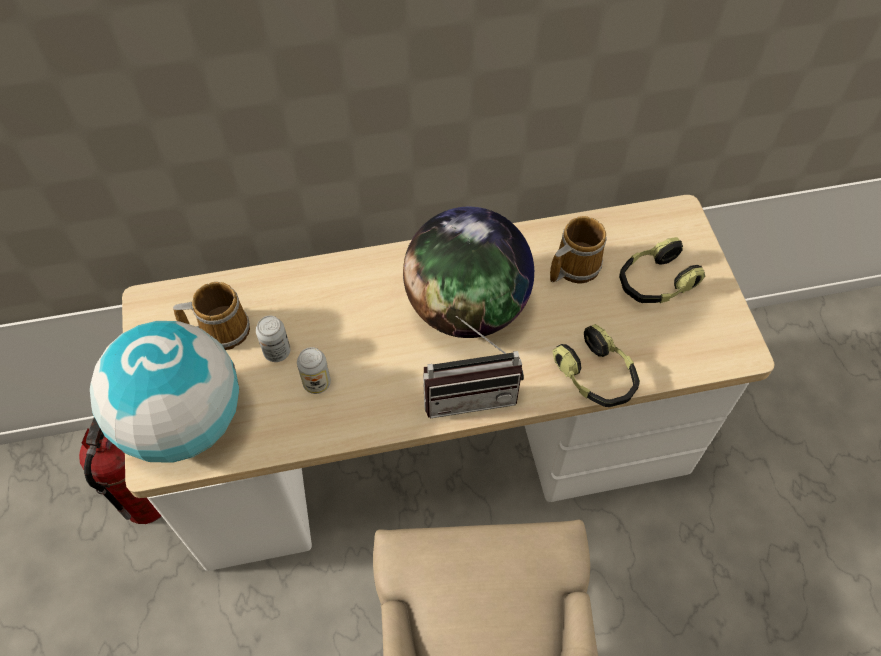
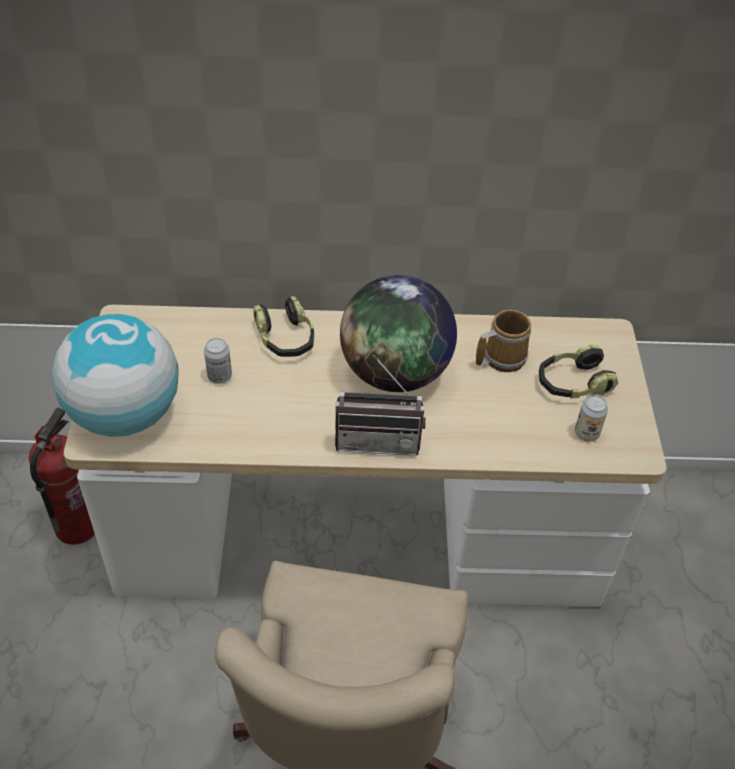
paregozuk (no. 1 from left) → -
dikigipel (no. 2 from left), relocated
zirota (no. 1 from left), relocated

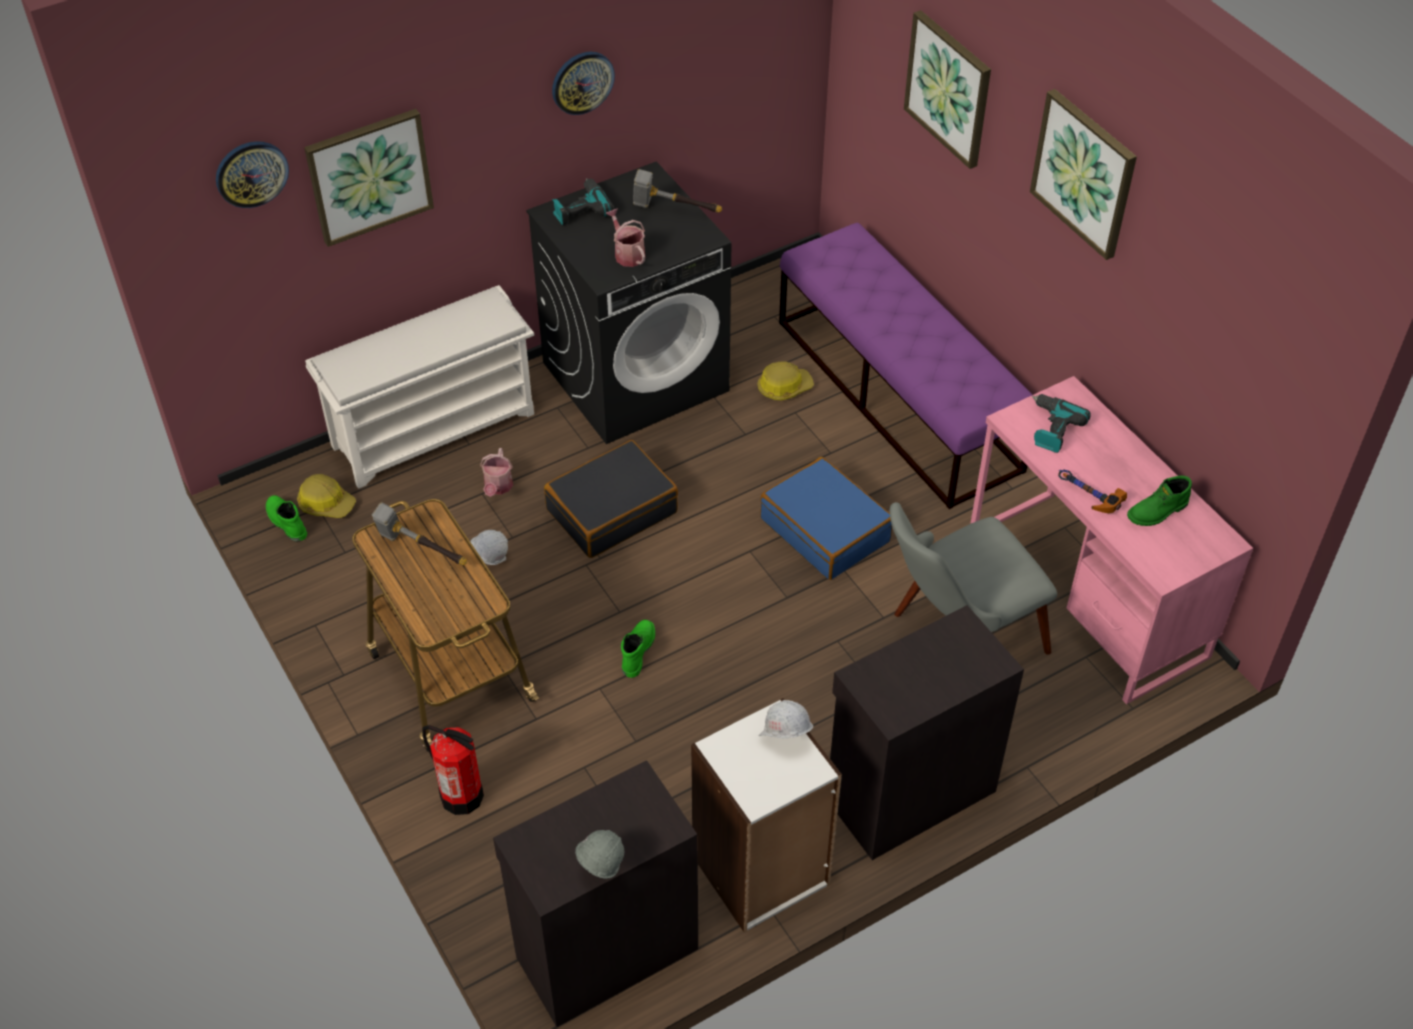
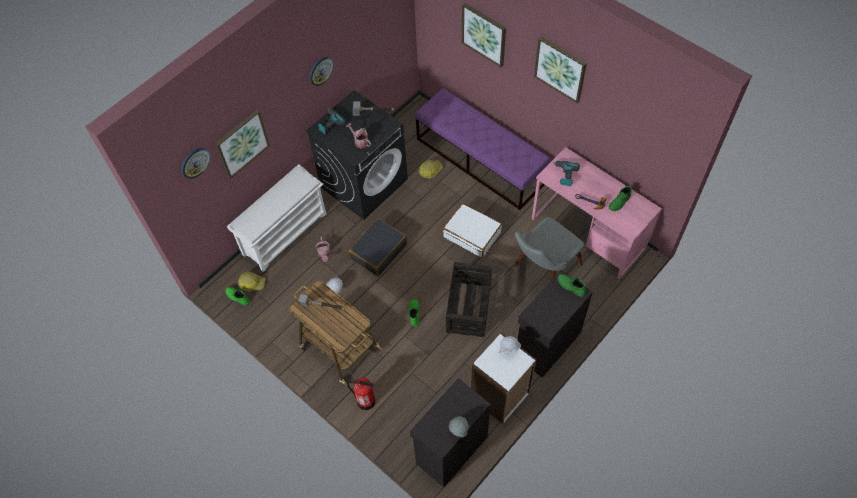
- → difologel
- → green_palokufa (no. 3 from left)
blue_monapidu → white_monapidu

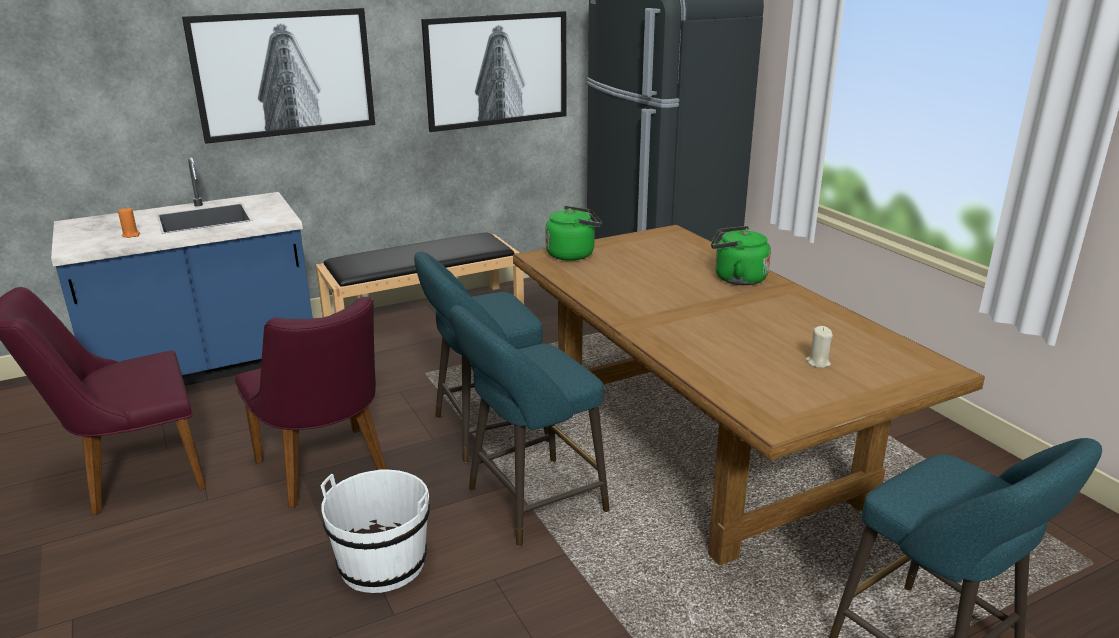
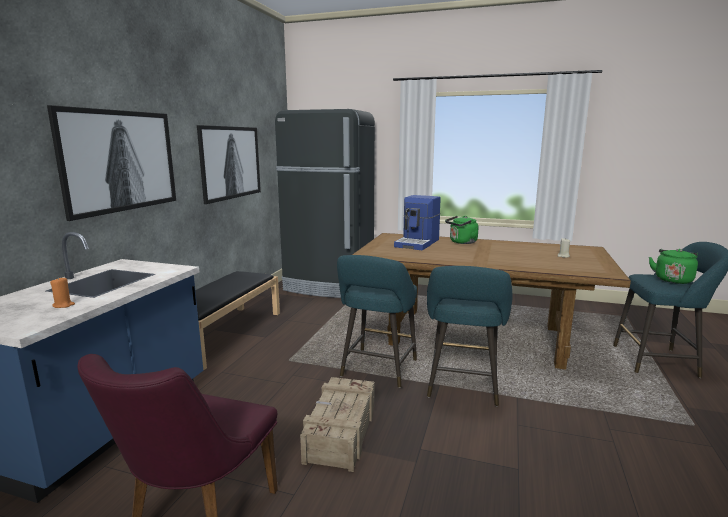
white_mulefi → -
- → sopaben
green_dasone (no. 1 from left in the first image) → green_dasone (no. 2 from left), relocated
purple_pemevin (no. 2 from left) → difologel

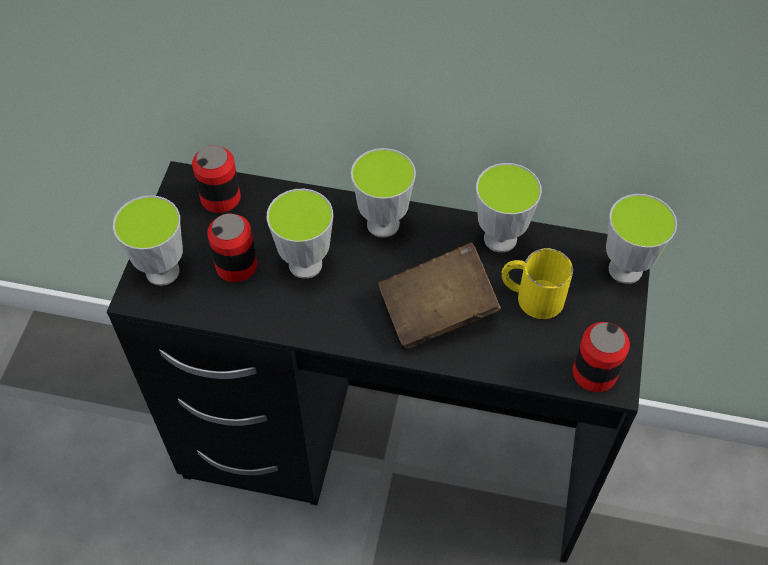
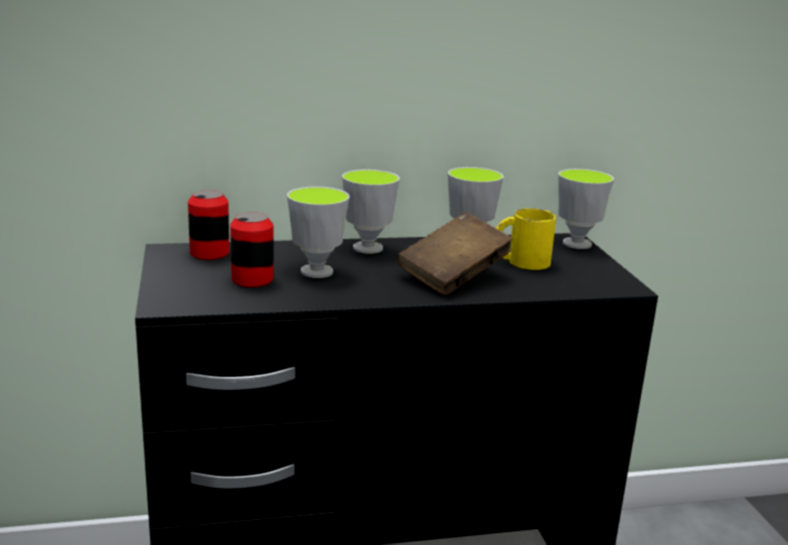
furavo (no. 1 from left) → -
dikigipel (no. 3 from left) → -

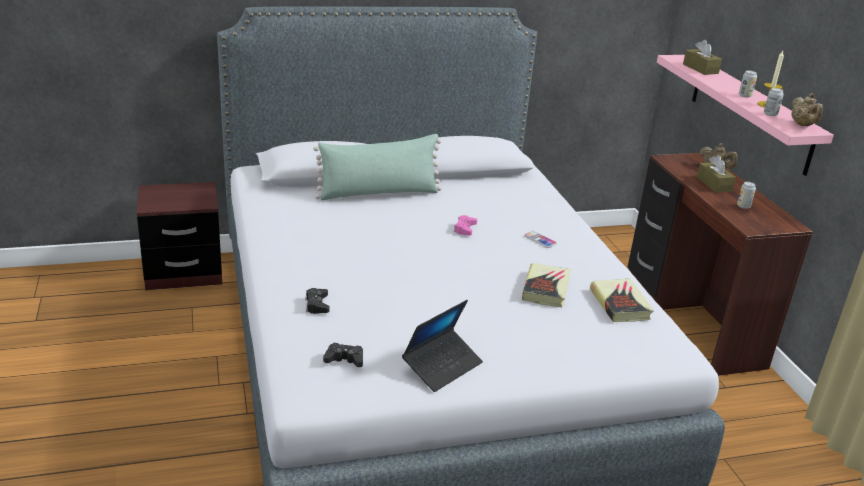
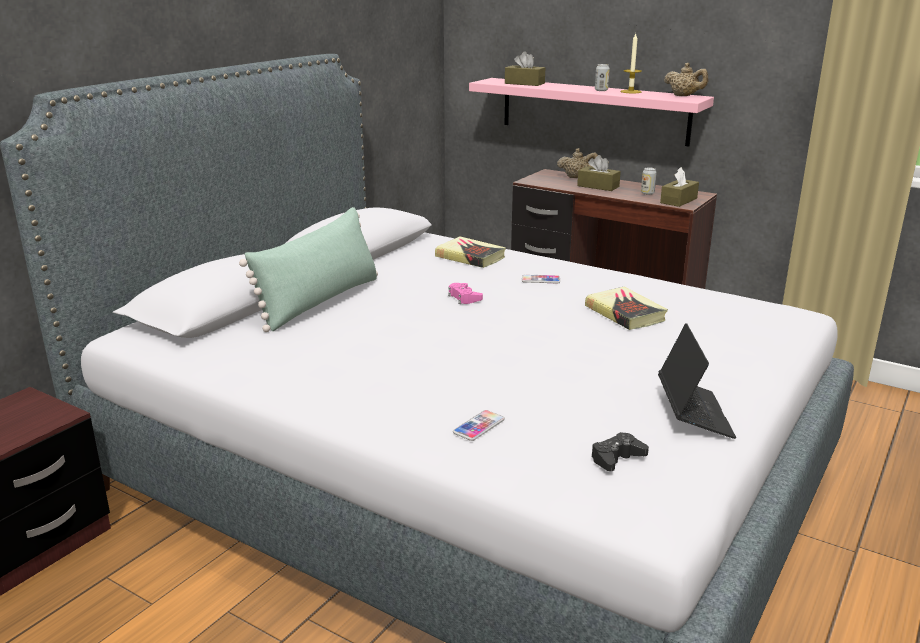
dikigipel (no. 3 from left) → -
- → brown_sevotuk (no. 3 from left)
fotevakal (no. 2 from left in the first image) → fotevakal (no. 1 from left), relocated
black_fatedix (no. 1 from left) → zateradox (no. 1 from left)

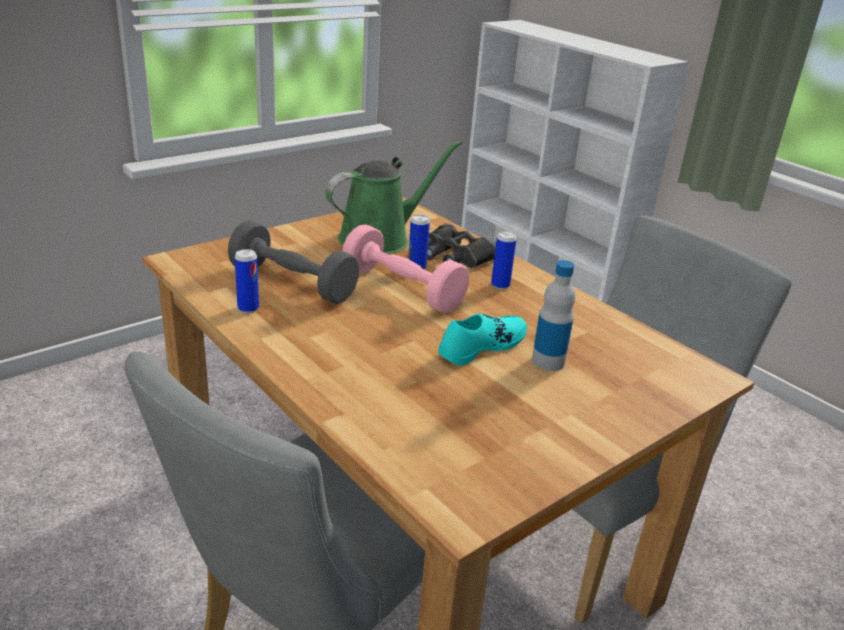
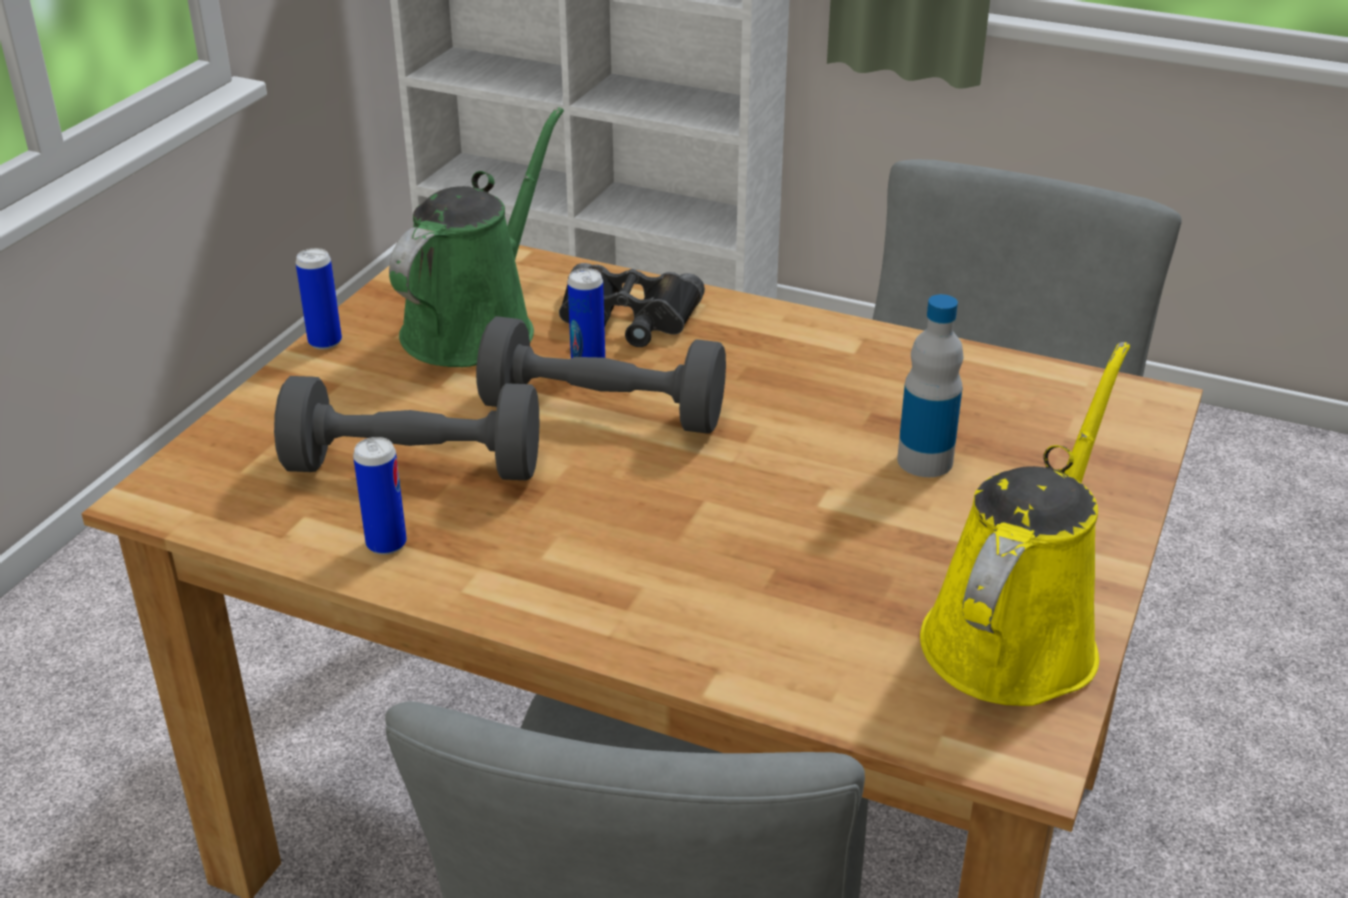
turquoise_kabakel → -
- → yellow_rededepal
dikigipel (no. 3 from left in the first image) → dikigipel (no. 1 from left), relocated
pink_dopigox → grey_dopigox (no. 2 from left)

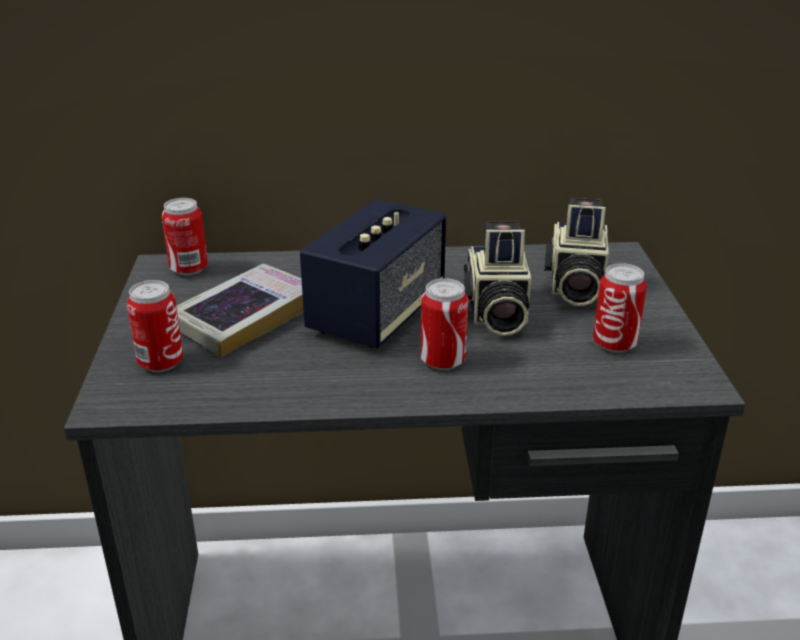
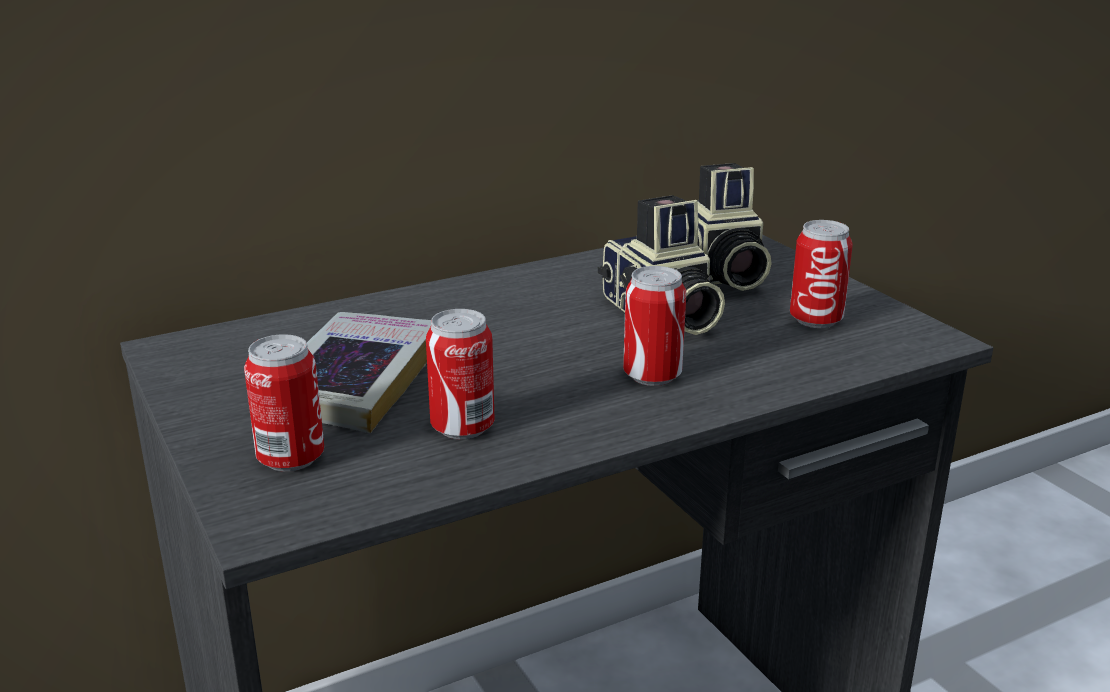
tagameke → -
dikigipel (no. 2 from left), relocated

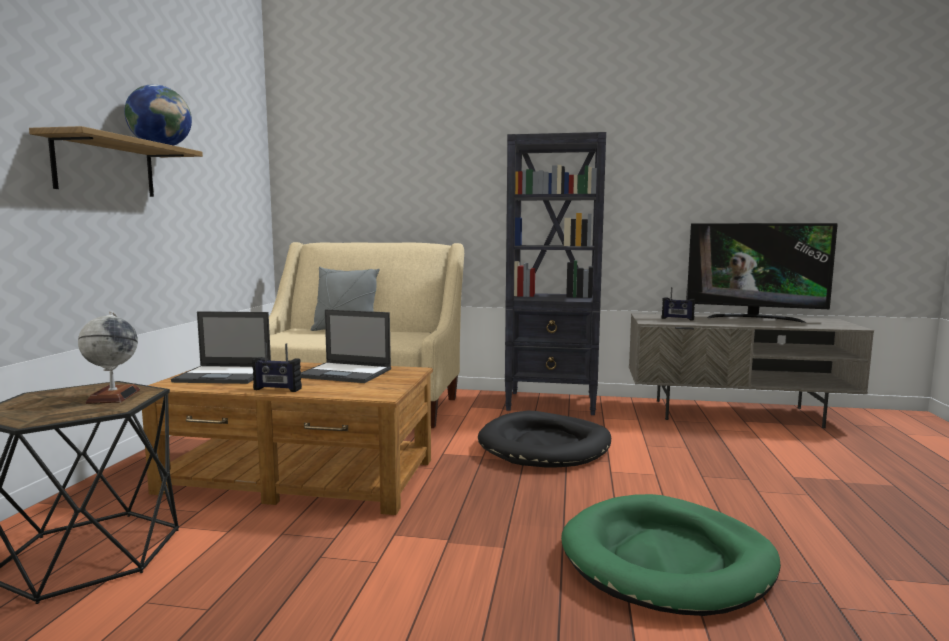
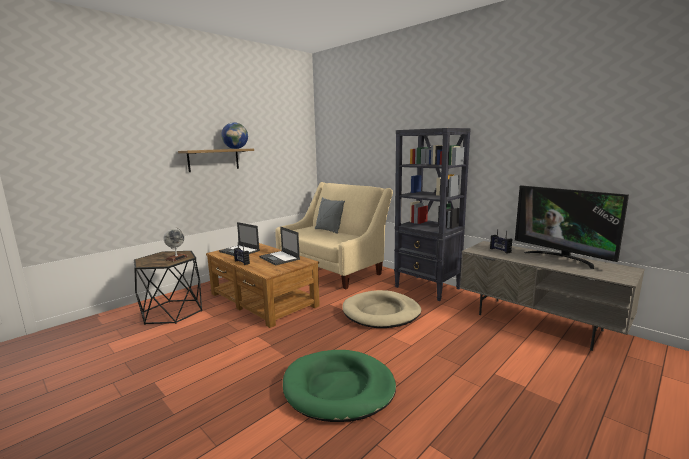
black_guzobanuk → beige_guzobanuk

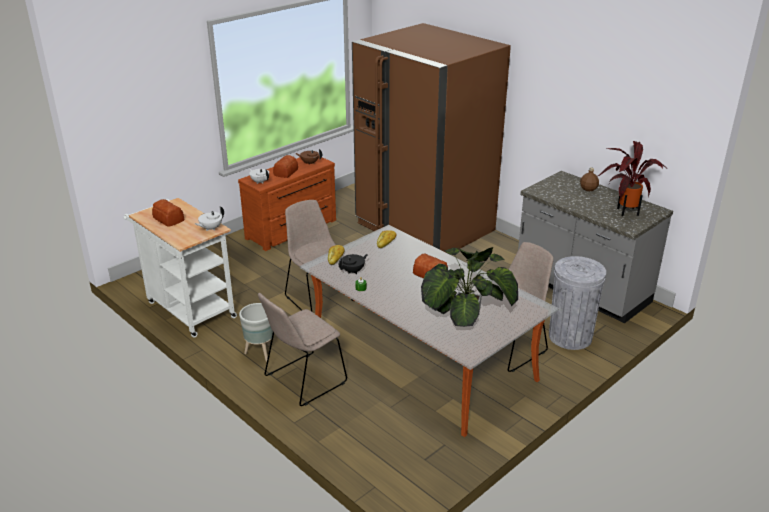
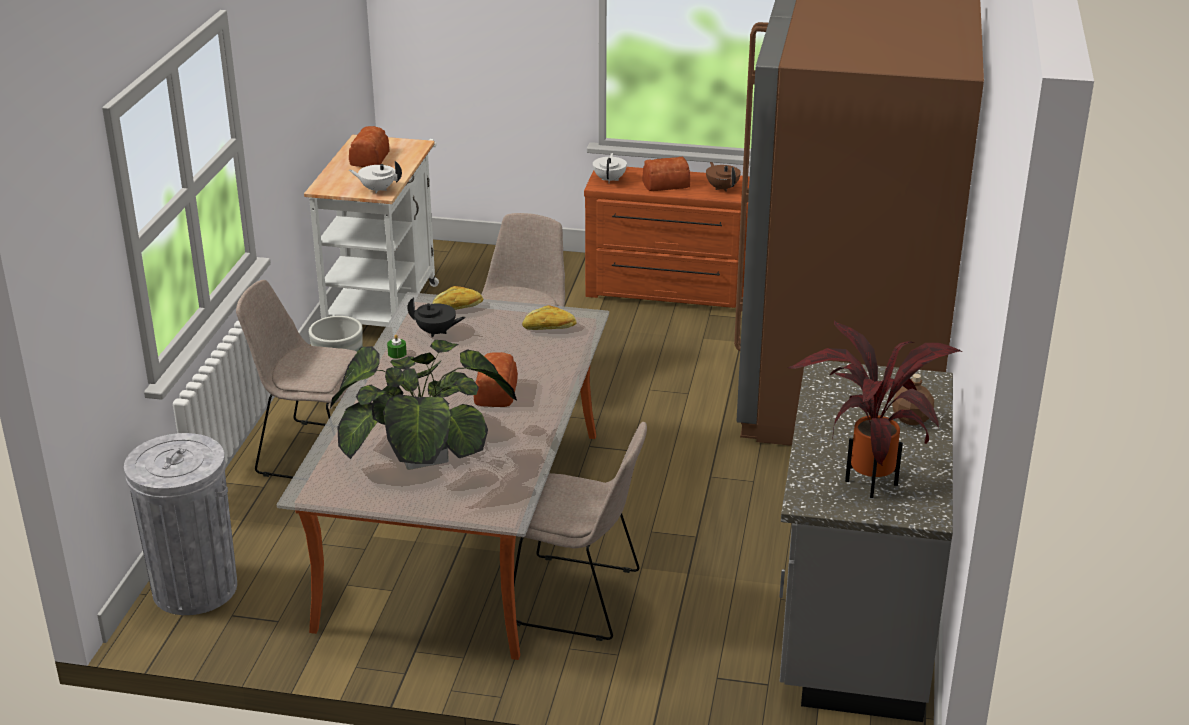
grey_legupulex, relocated

